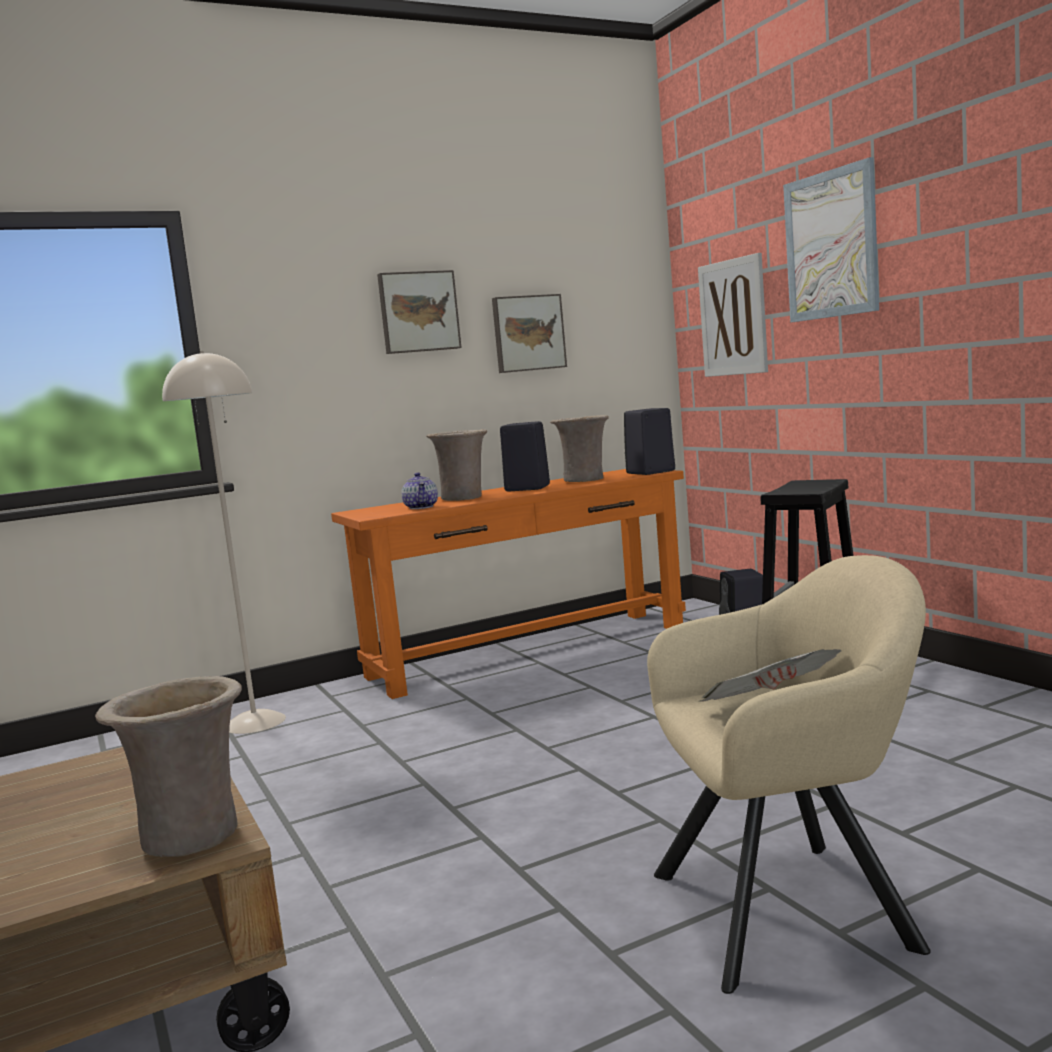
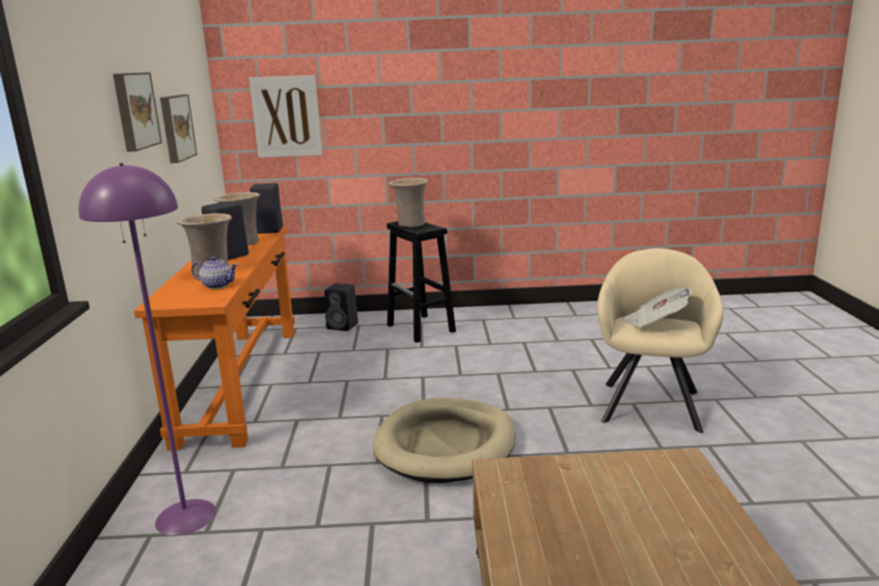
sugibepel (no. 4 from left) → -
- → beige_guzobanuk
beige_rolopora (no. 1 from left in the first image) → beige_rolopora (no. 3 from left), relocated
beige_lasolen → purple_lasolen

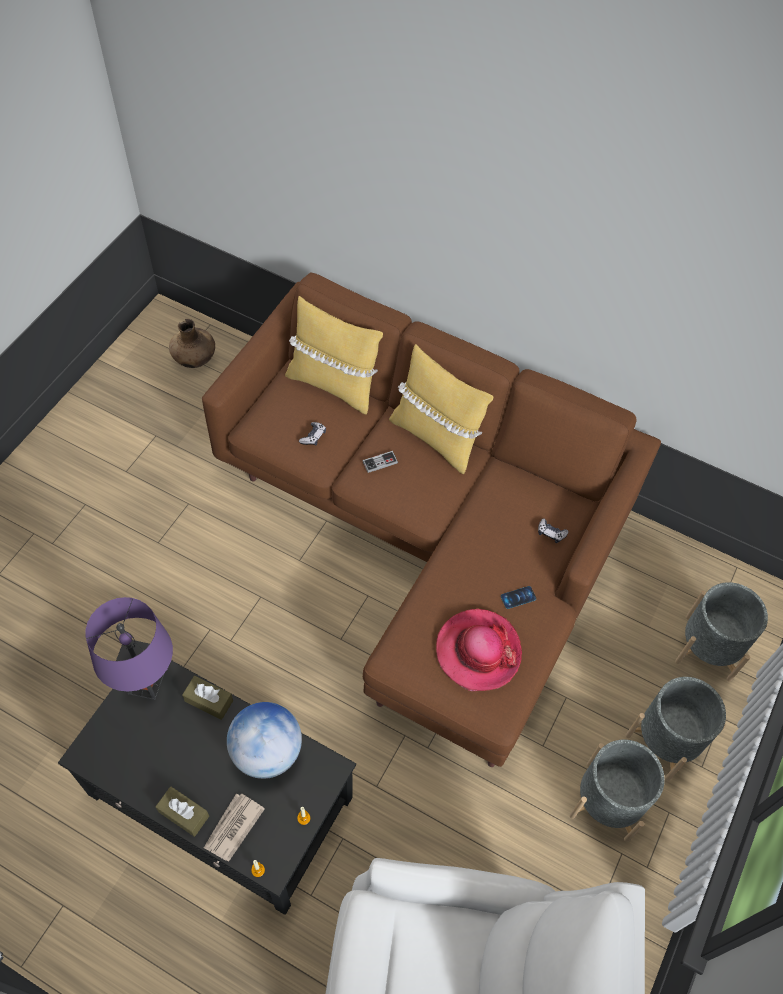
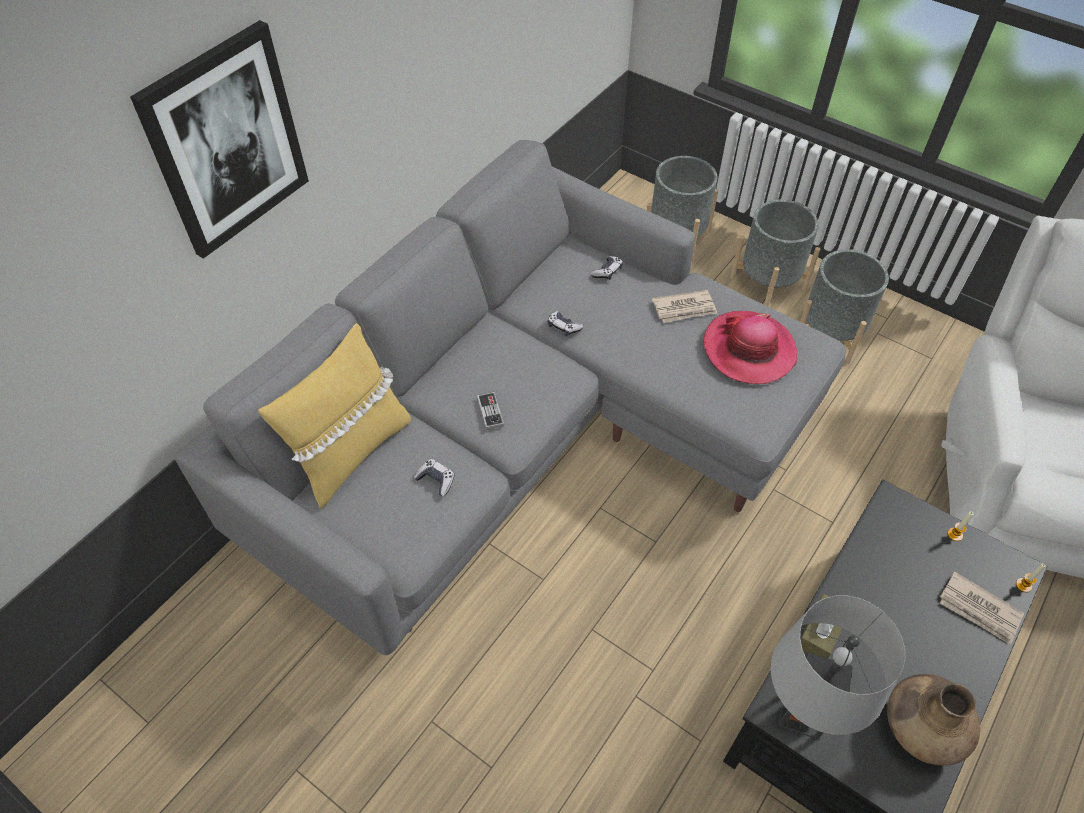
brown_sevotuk (no. 1 from left) → -
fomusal → -
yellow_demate (no. 2 from left) → -
- → sugibepel
- → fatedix (no. 3 from left)
brown_rolopora, relocated
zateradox → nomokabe (no. 1 from left)
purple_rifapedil → grey_rifapedil
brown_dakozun → grey_dakozun

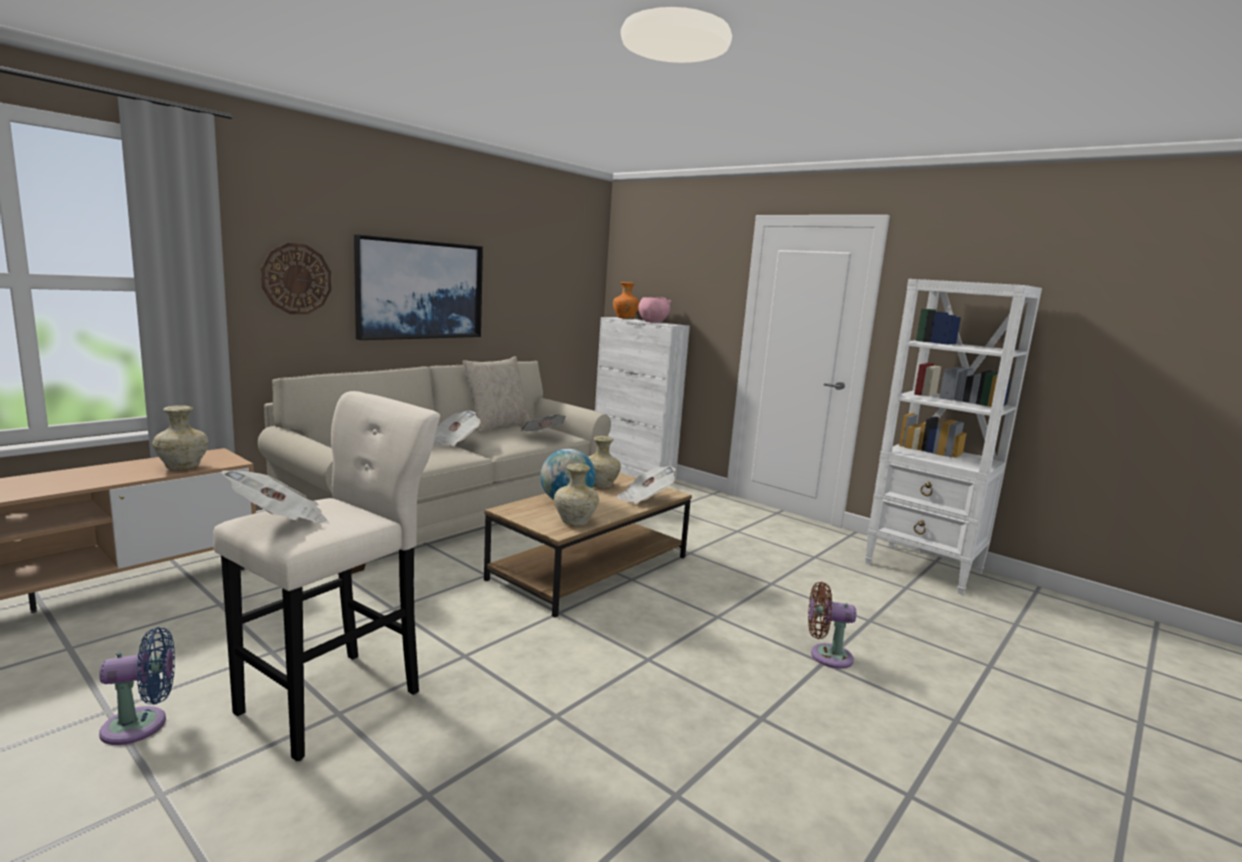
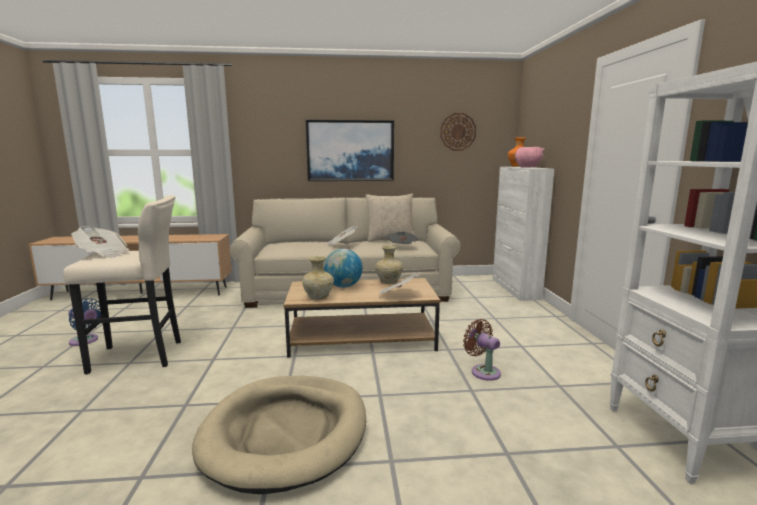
beige_rolopora (no. 1 from left) → -
- → beige_guzobanuk
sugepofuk, relocated
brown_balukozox, relocated

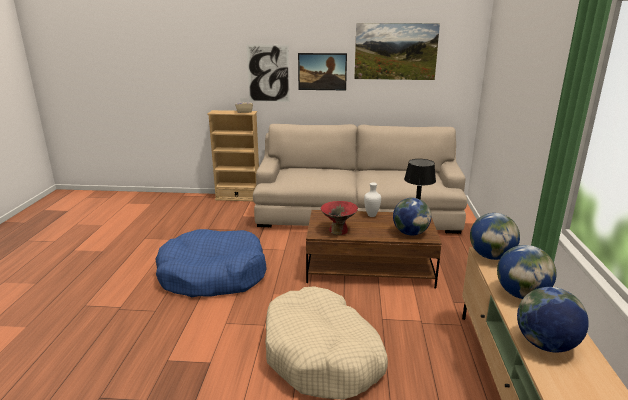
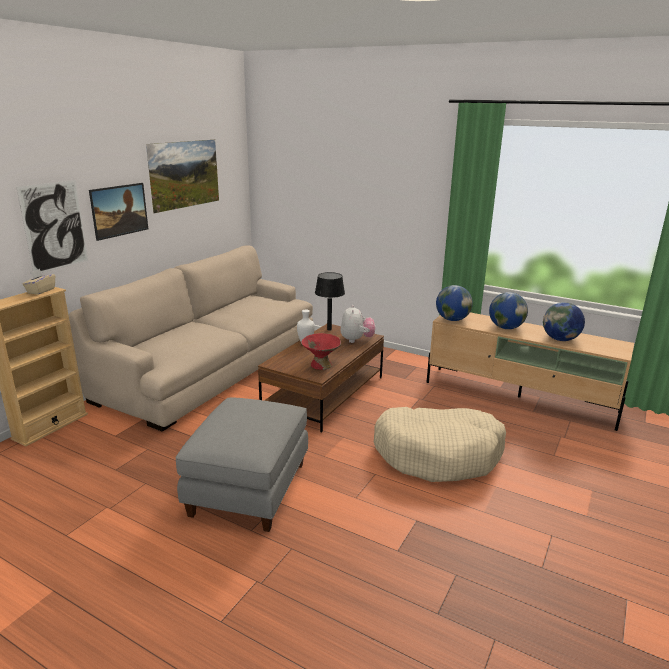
blue_guzobanuk → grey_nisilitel
fomusal (no. 1 from left) → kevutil

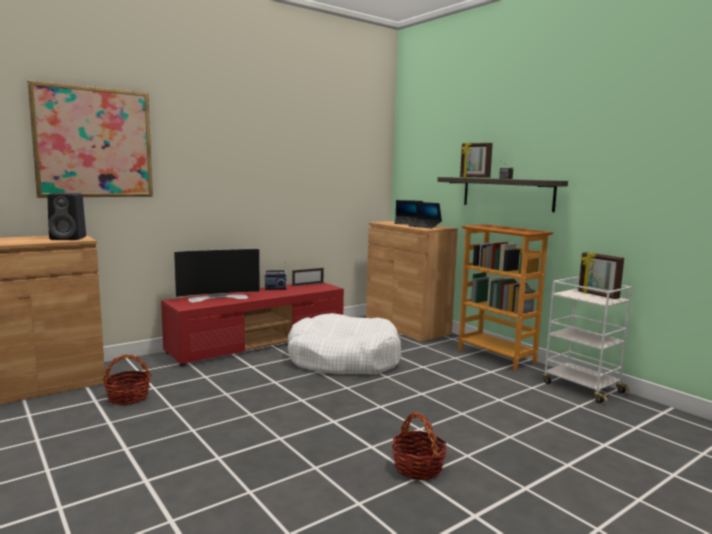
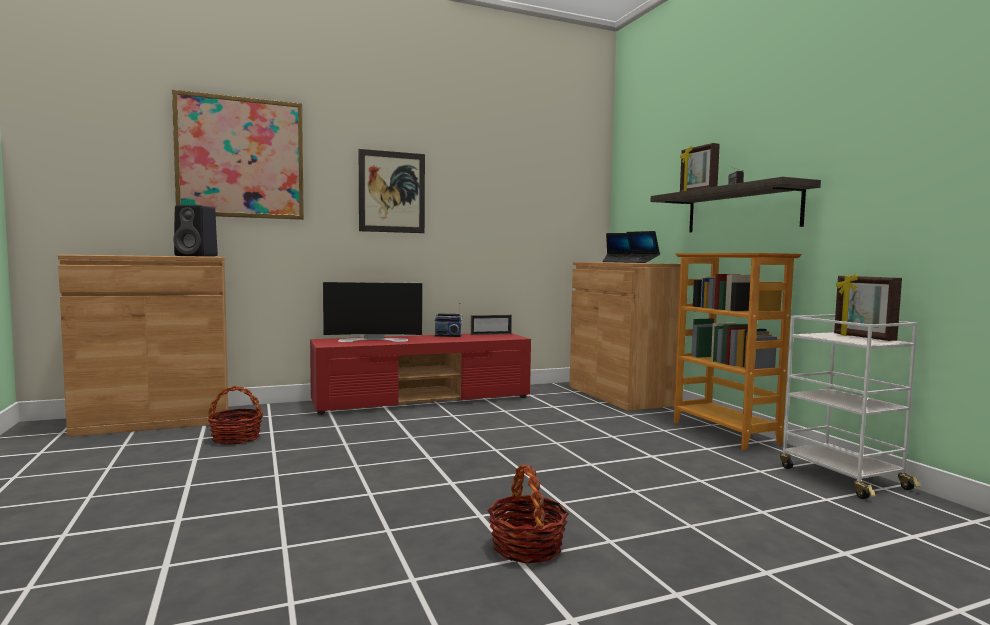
white_guzobanuk → -
- → sugibepel (no. 2 from left)

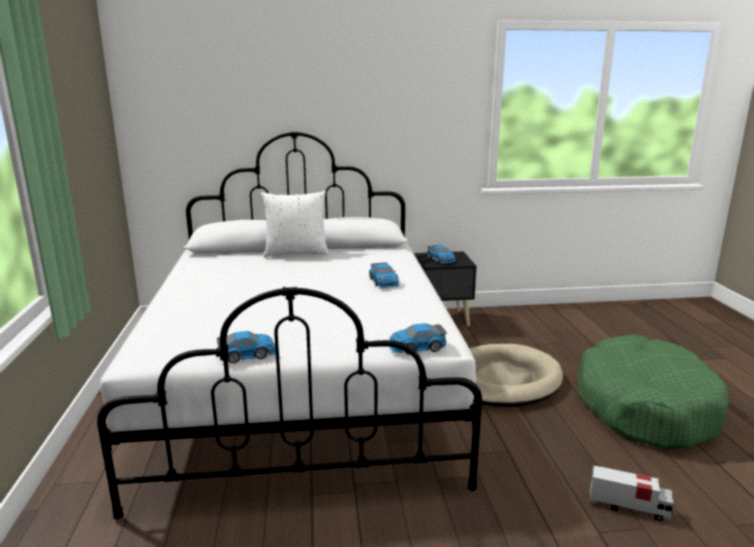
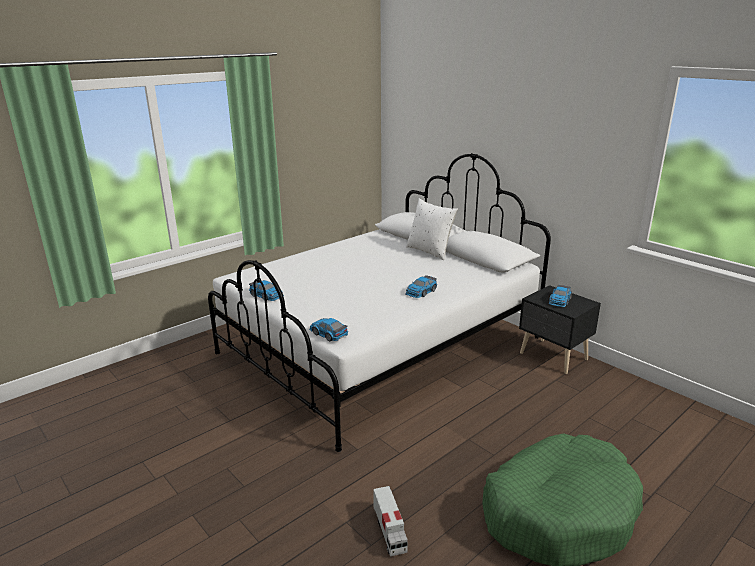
beige_guzobanuk → -

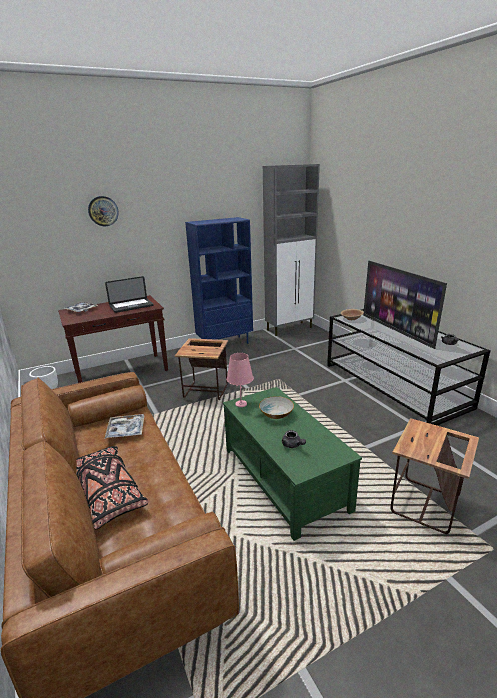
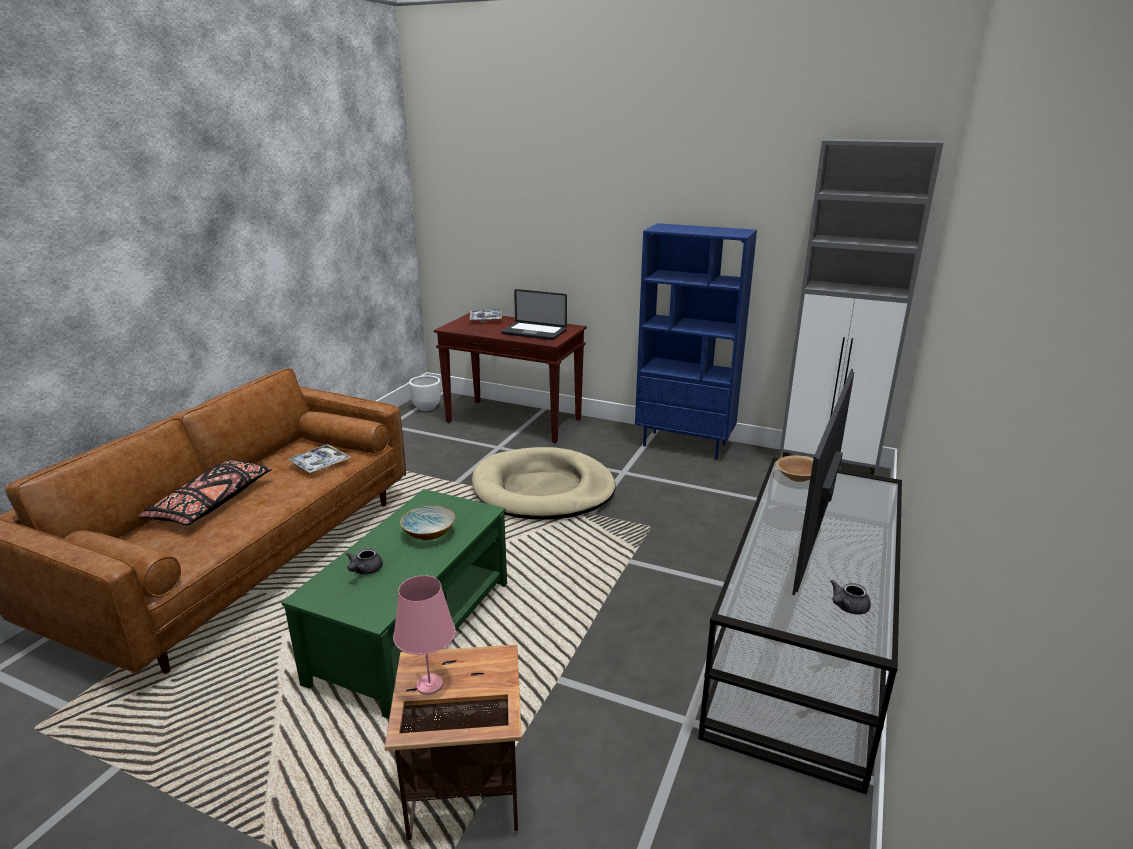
sugepofuk → -
pink_rifapedil, relocated
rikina (no. 1 from left) → beige_guzobanuk

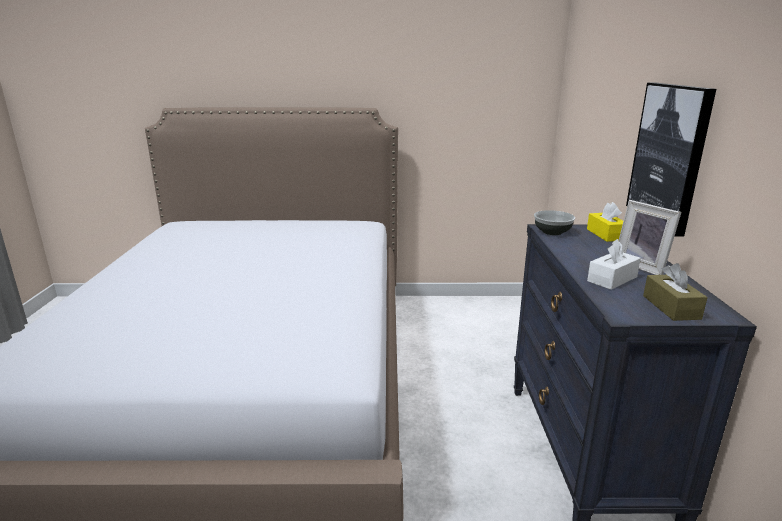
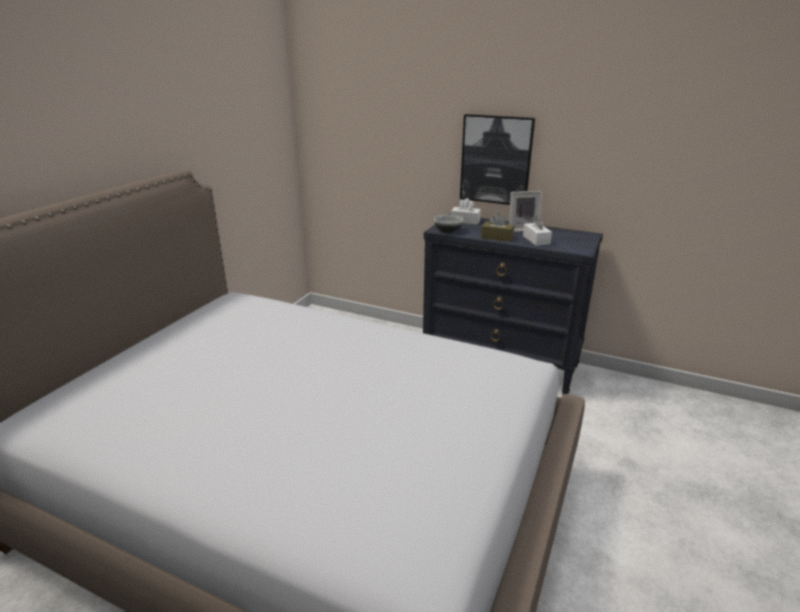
brown_sevotuk, relocated
yellow_sevotuk → white_sevotuk (no. 1 from left)

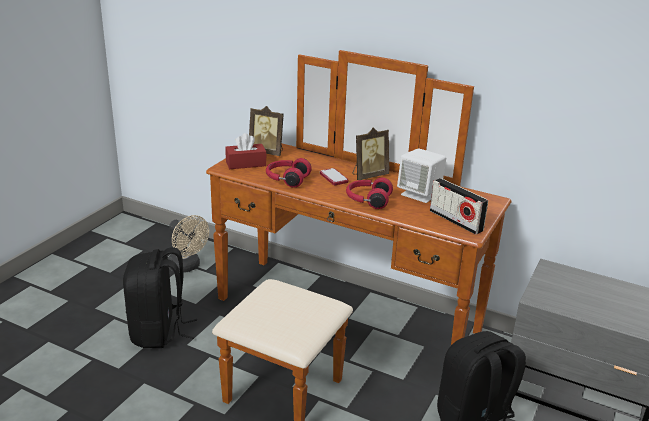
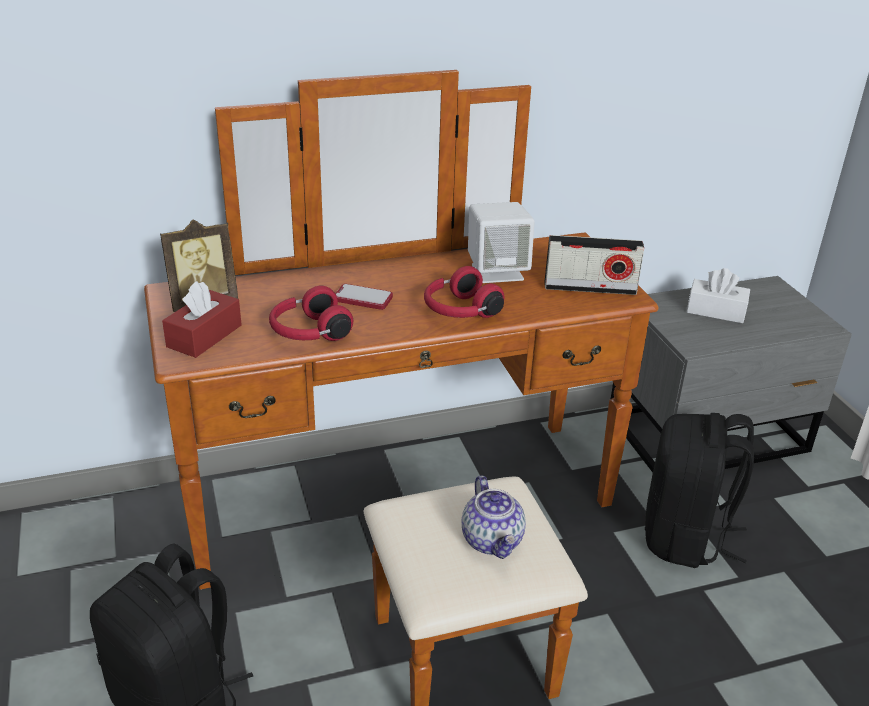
beige_balukozox → -
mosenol (no. 2 from left) → -
- → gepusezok
- → white_sevotuk

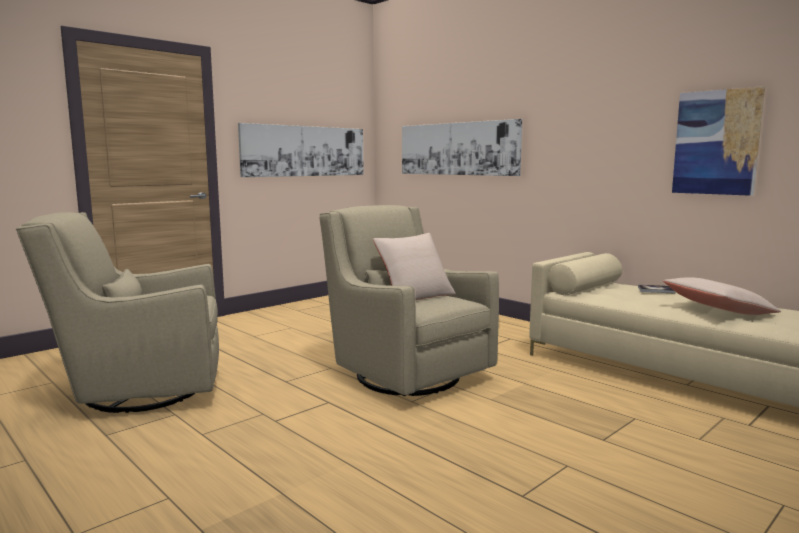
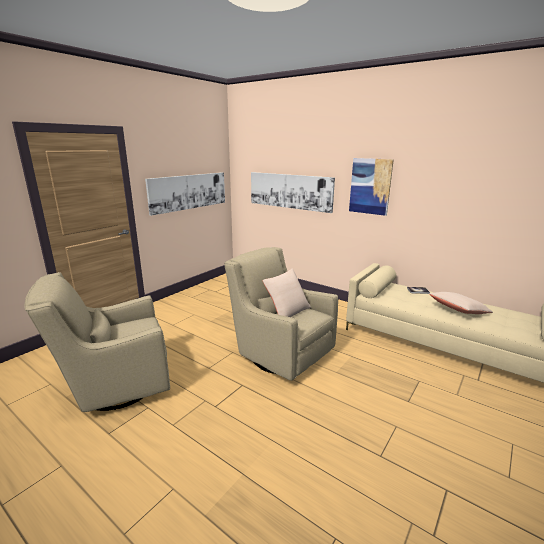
sugibepel (no. 3 from left), relocated

